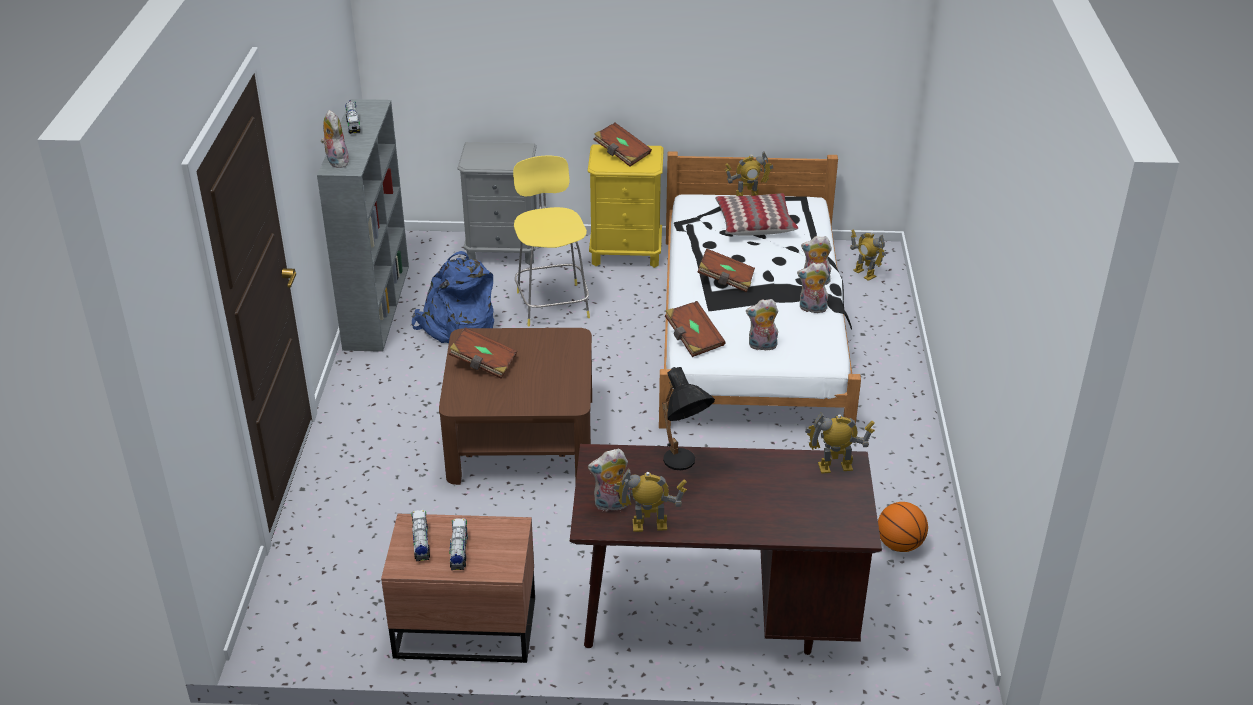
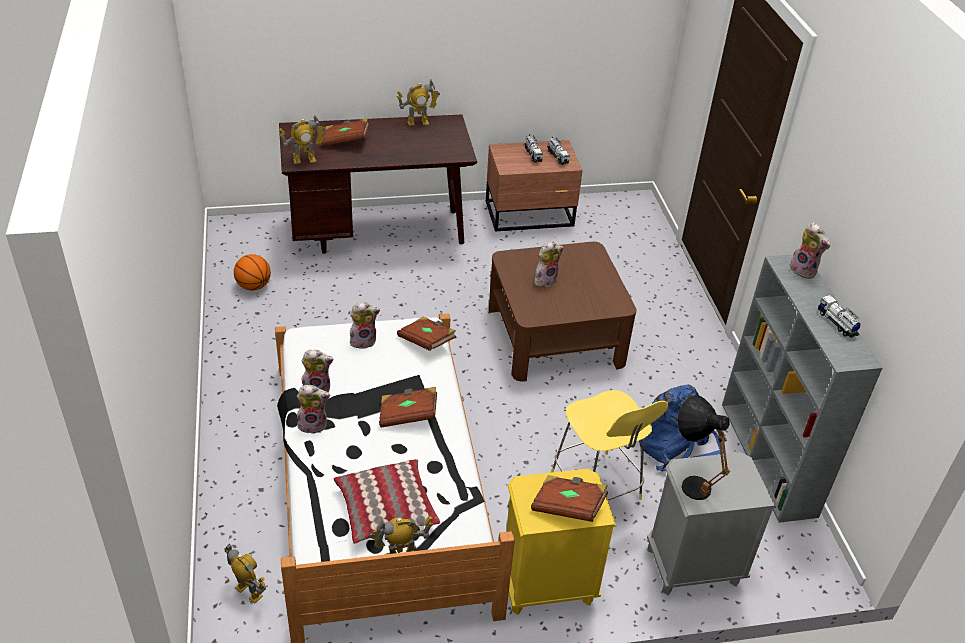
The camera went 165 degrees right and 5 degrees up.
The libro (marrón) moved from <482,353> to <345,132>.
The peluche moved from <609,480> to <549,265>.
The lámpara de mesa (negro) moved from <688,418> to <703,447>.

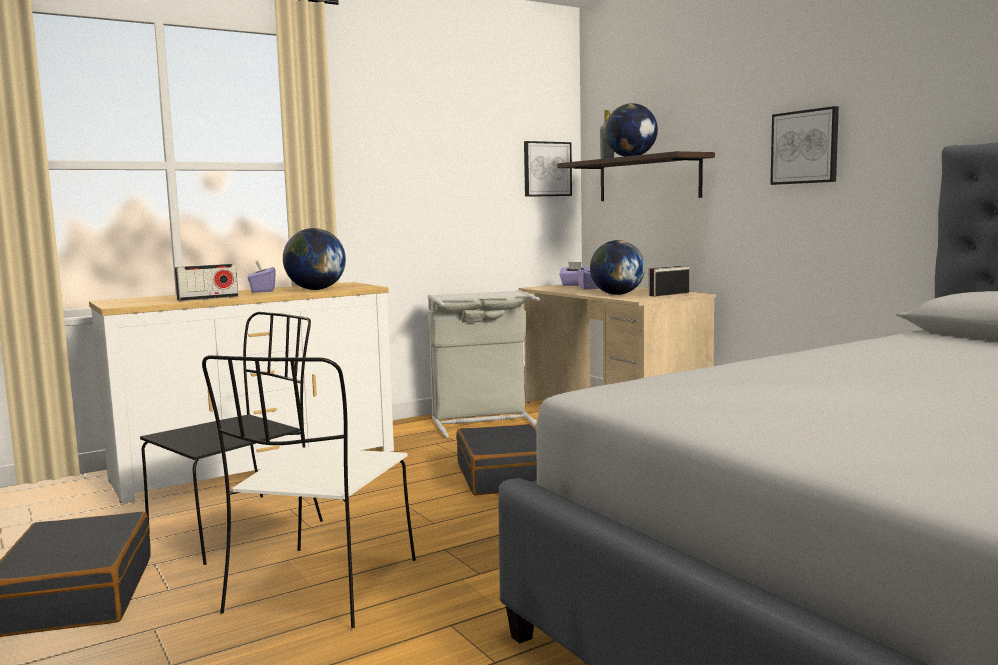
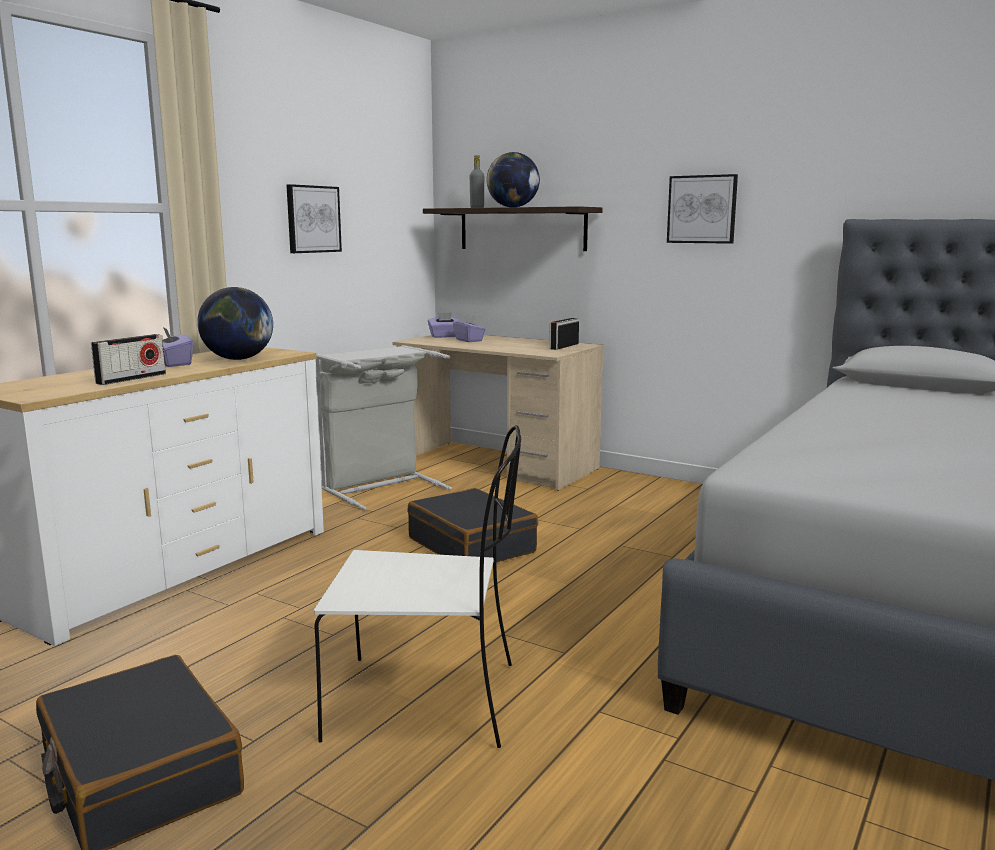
The camera went 25 degrees left and 5 degrees up.
The silla (negro) at <231,438> disappeared.
The globo terráqueo at <617,267> disappeared.
The cuadro moved from <548,169> to <314,218>.
The silla (blanco) at <309,491> turned 75 degrees counterclockwise.

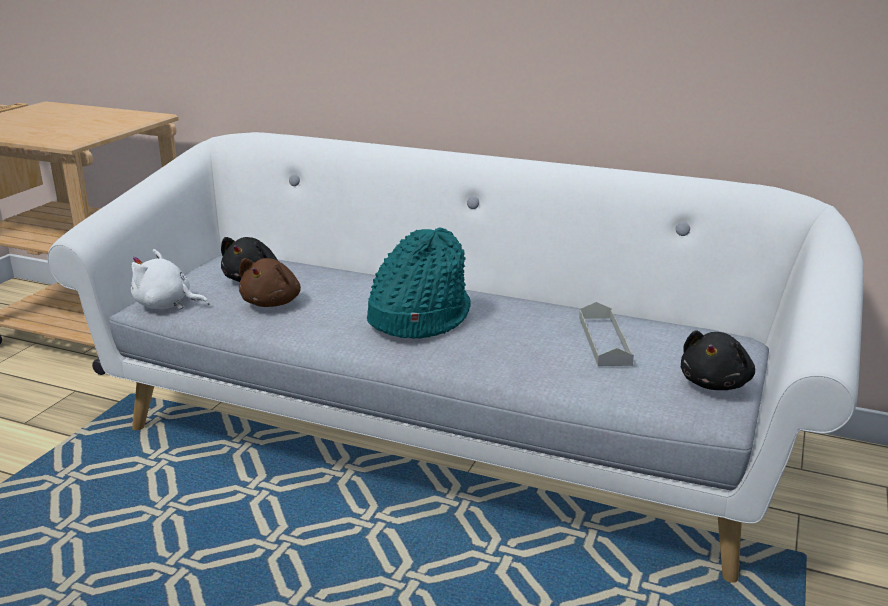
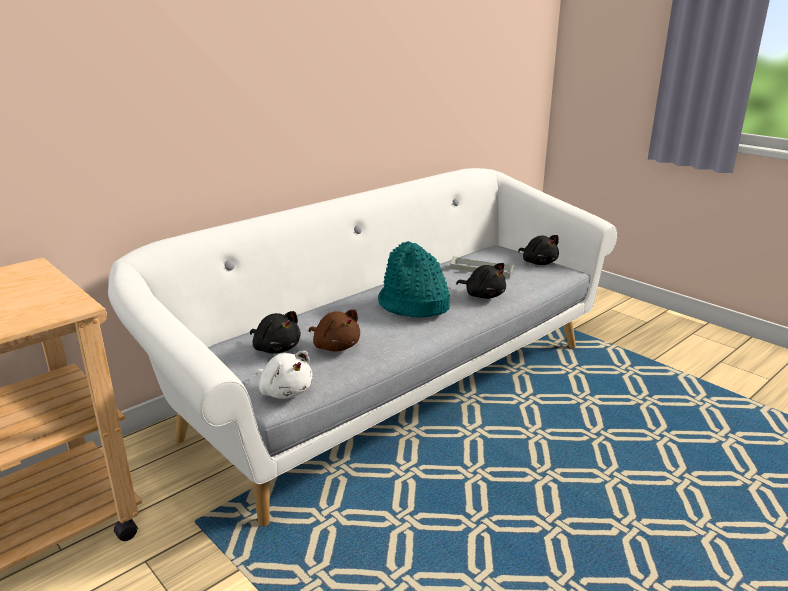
The camera went 65 degrees left and 0 degrees up.
The peluche (negro) at <481,281> appeared.
The peluche (blanco) at <170,279> turned 90 degrees counterclockwise.

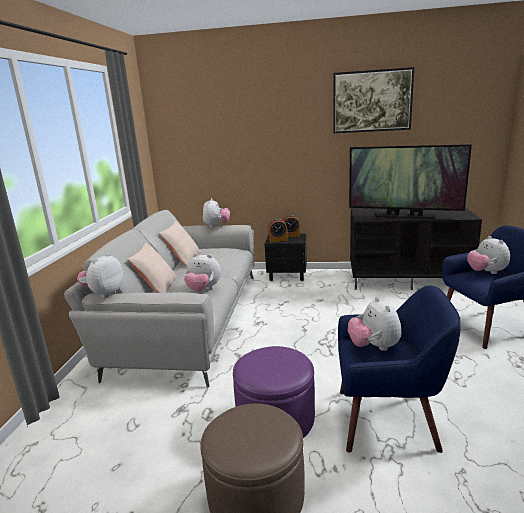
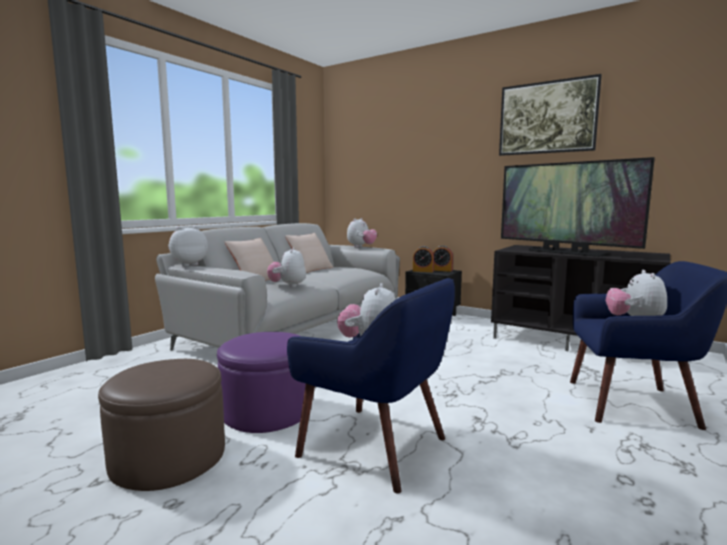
The camera went 25 degrees right and 10 degrees down.
The peluche at <202,273> turned 45 degrees clockwise.

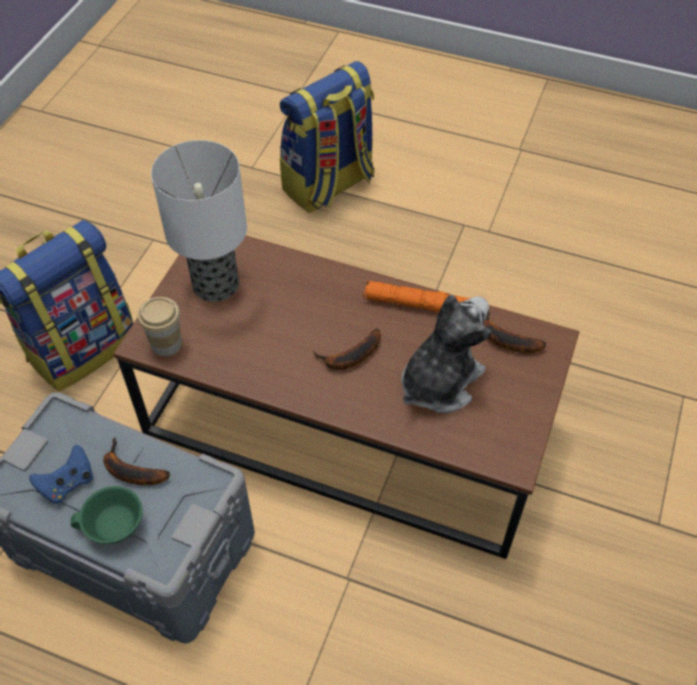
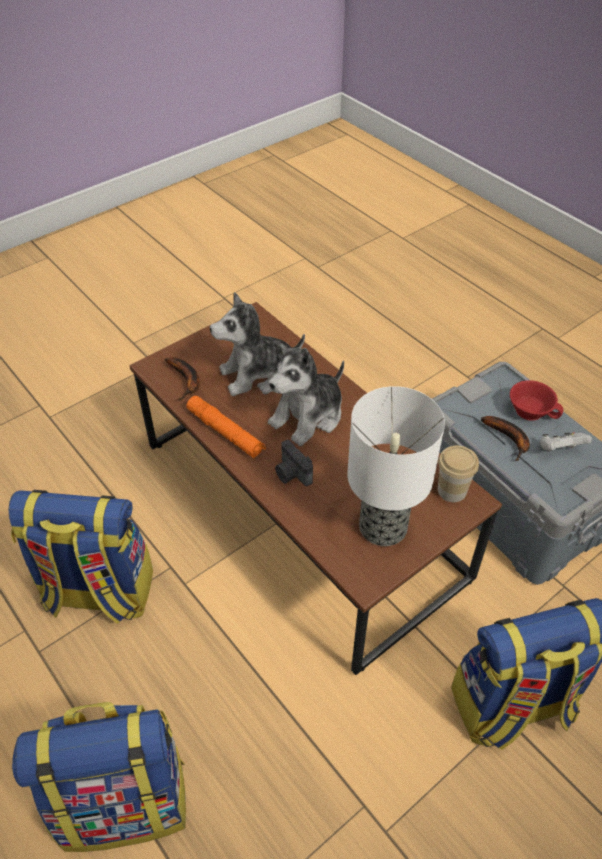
The camera went 150 degrees left and 5 degrees down.
The mochila at <80,557> appeared.
The cámara at <294,463> appeared.
The plátano at <347,349> was replaced by the peluche at <306,393>.
The mando de consola (azul) at <61,474> became the mando de consola (blanco) at <565,442>.
The taza (verde) at <107,515> became the taza (rojo) at <536,400>.

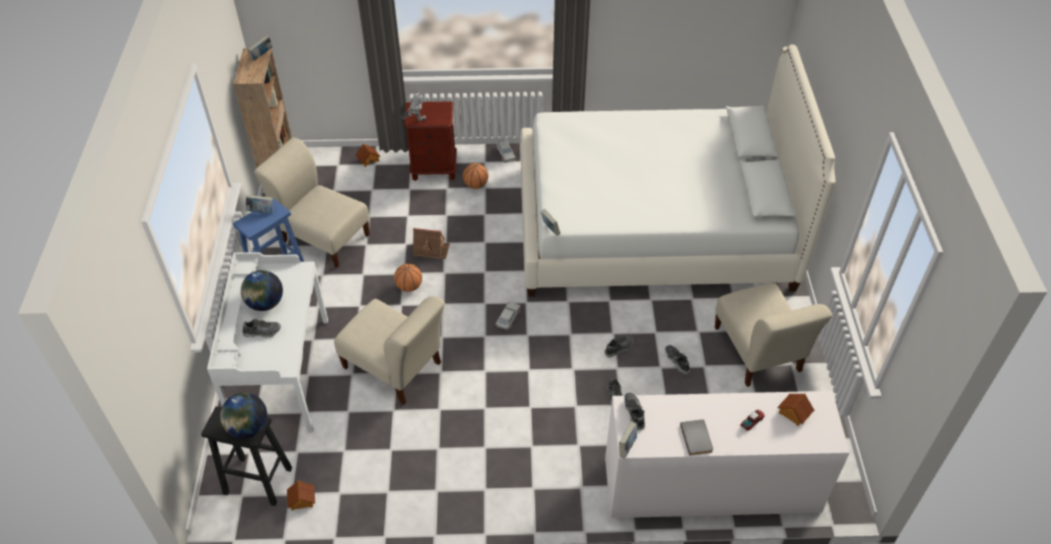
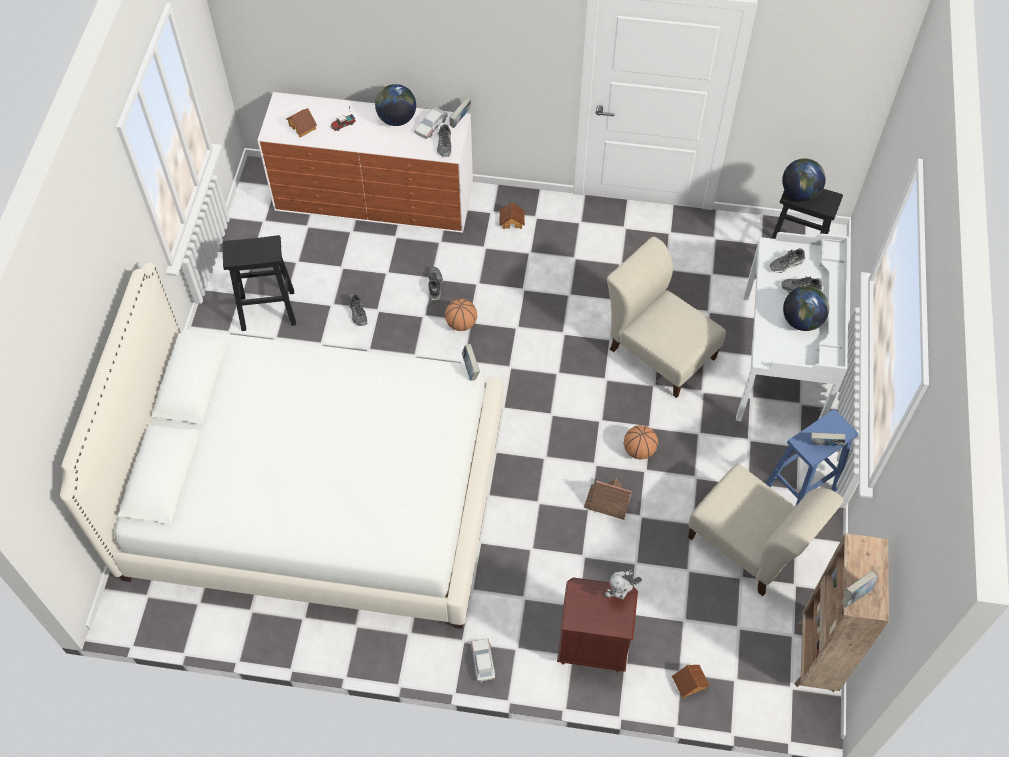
The camera went 170 degrees left and 10 degrees up.
The casita moved from <301,495> to <512,215>.
The balón de baloncesto moved from <475,176> to <461,315>.
The coche de juguete moved from <508,316> to <431,123>.
The zapato moved from <619,346> to <787,260>.
The libro (gris) at <696,438> was replaced by the globo terráqueo at <395,105>.
The silla (beis) at <773,335> was replaced by the taburete (negro) at <259,283>.

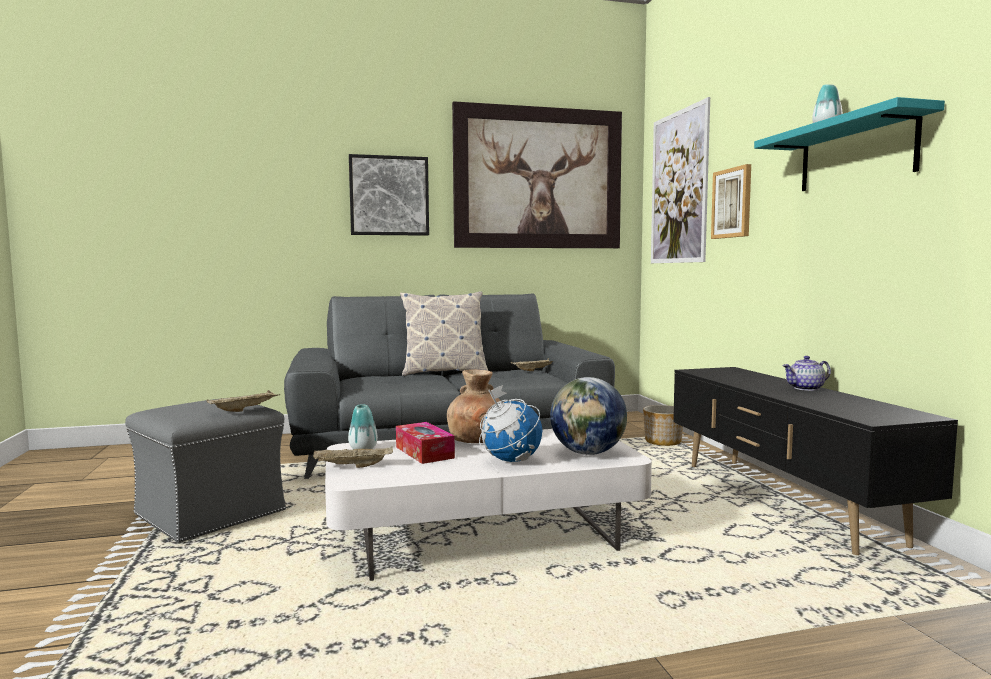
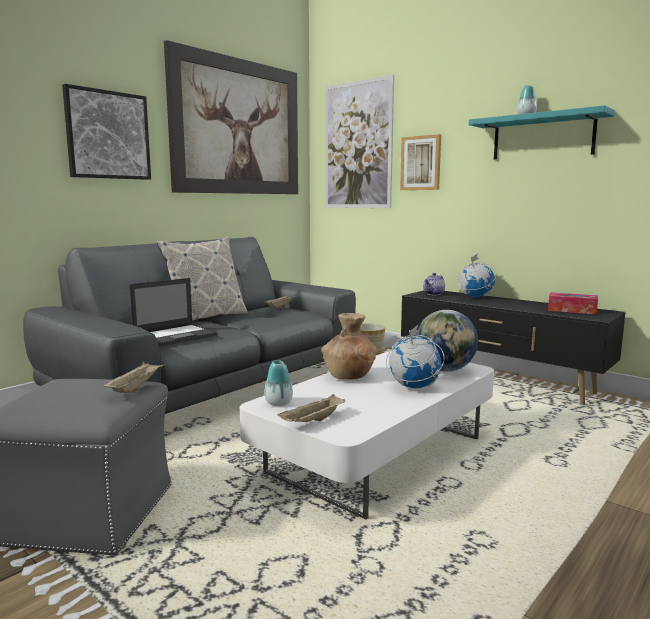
The camera went 35 degrees left and 5 degrees up.
The portátil at <173,312> appeared.
The globo terráqueo at <476,275> appeared.
The caja de pañuelos moved from <425,443> to <573,303>.
The tetera moved from <806,373> to <434,284>.

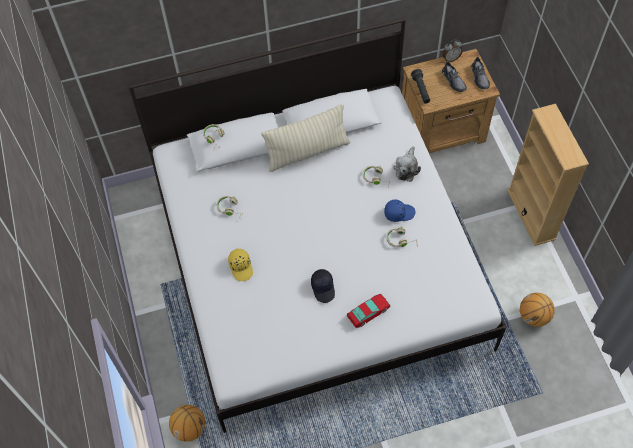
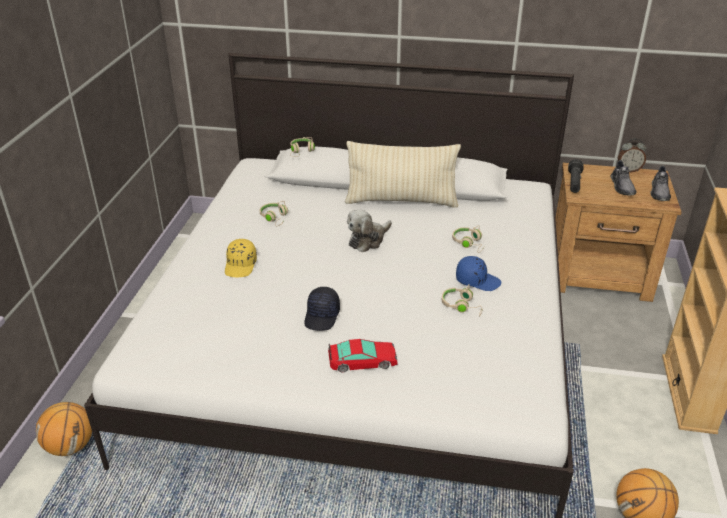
The camera went 25 degrees right and 25 degrees down.
The peluche moved from <407,164> to <369,231>.

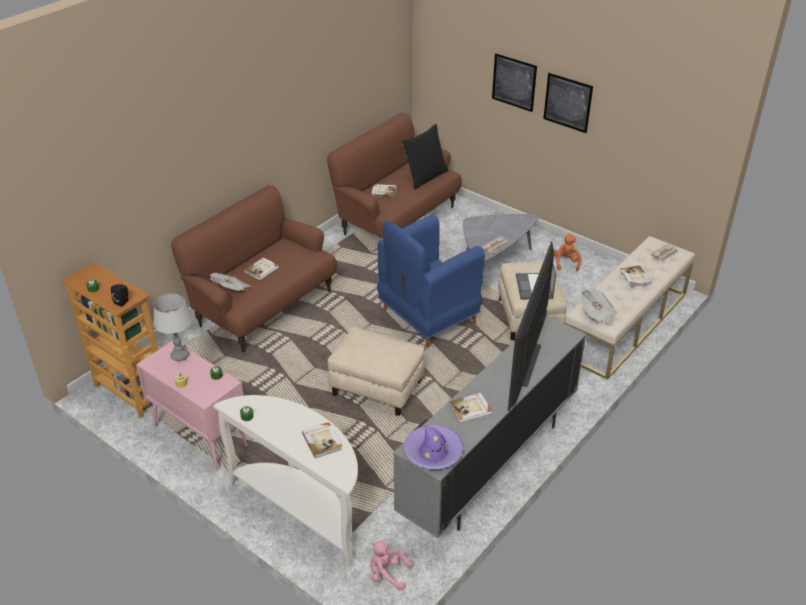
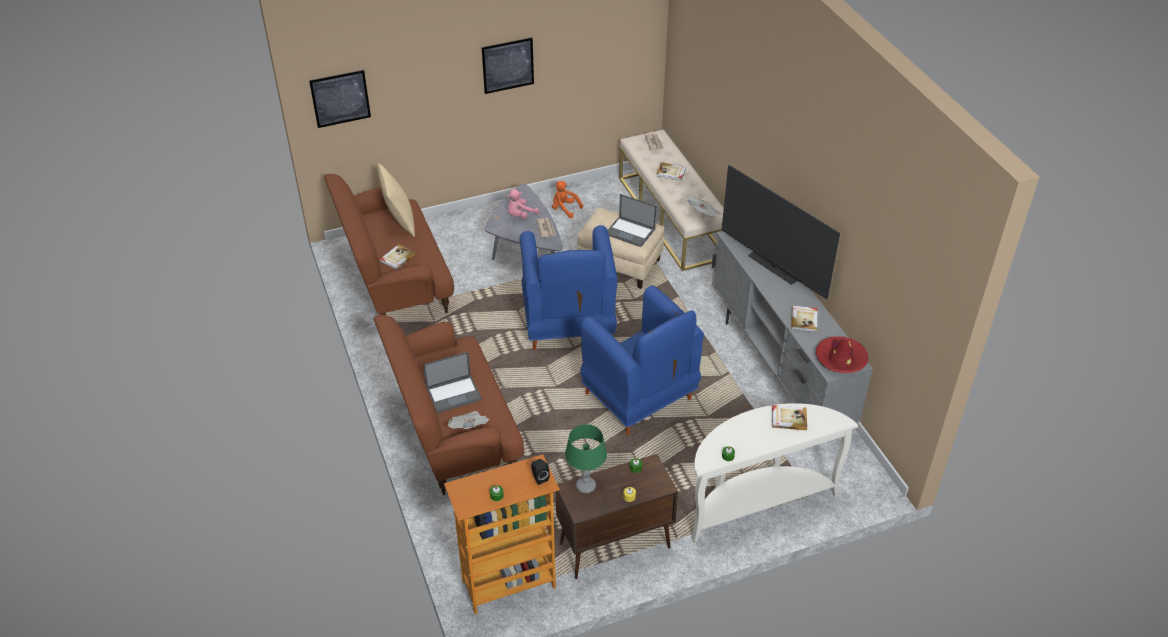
The camera went 60 degrees left and 5 degrees up.
The peluche (rosa) moved from <391,565> to <523,204>.
The cuadro moved from <514,82> to <340,99>.
The libro at <261,268> was replaced by the portátil at <452,382>.
The puf (beis) at <376,371> was replaced by the sillón (azul) at <642,360>.
The armario (rosa) at <192,405> became the armario (marrón) at <617,516>.
The lámpara de mesa (gris) at <172,327> became the lámpara de mesa (verde) at <586,458>.
The cojín (negro) at <425,157> became the cojín (beis) at <396,200>.
The sombrero (morado) at <434,447> became the sombrero (rojo) at <842,354>.

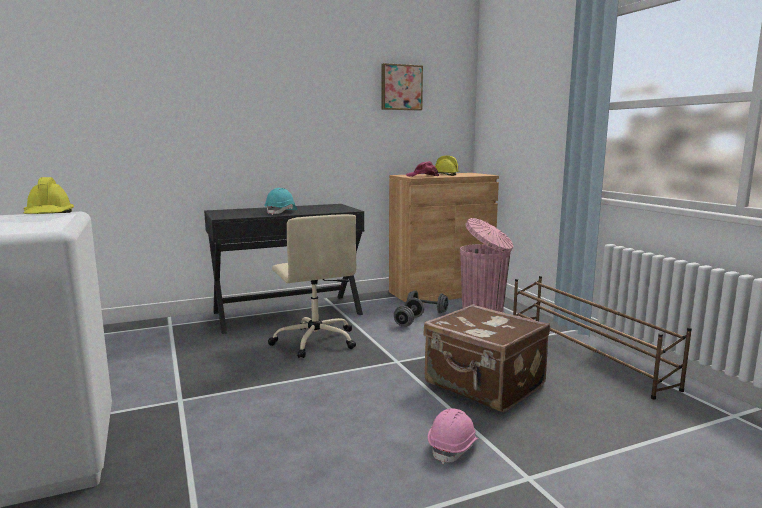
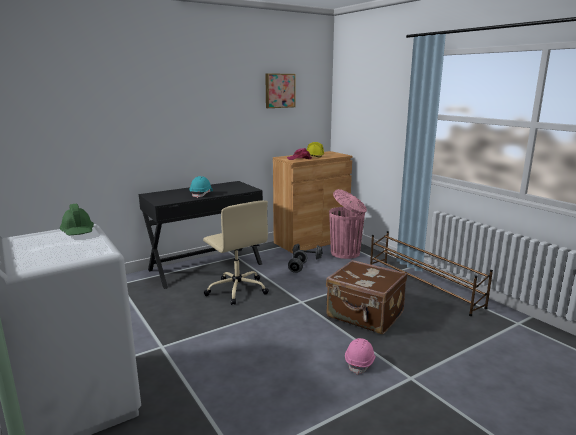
The camera went 10 degrees left and 5 degrees up.
The casco (amarillo) at <49,195> became the casco (verde) at <77,219>.

